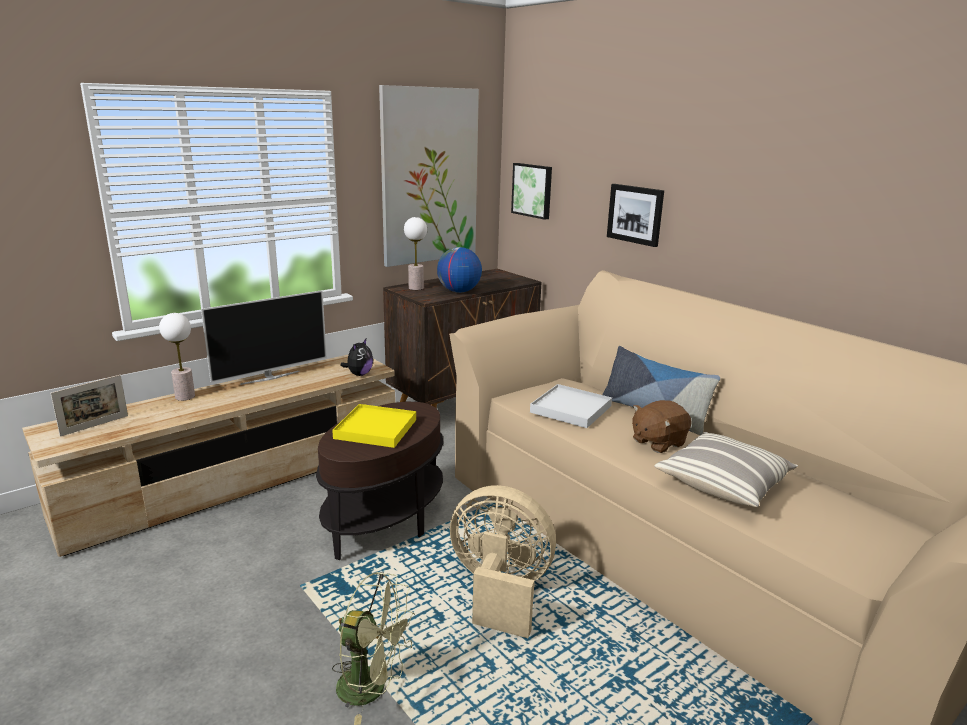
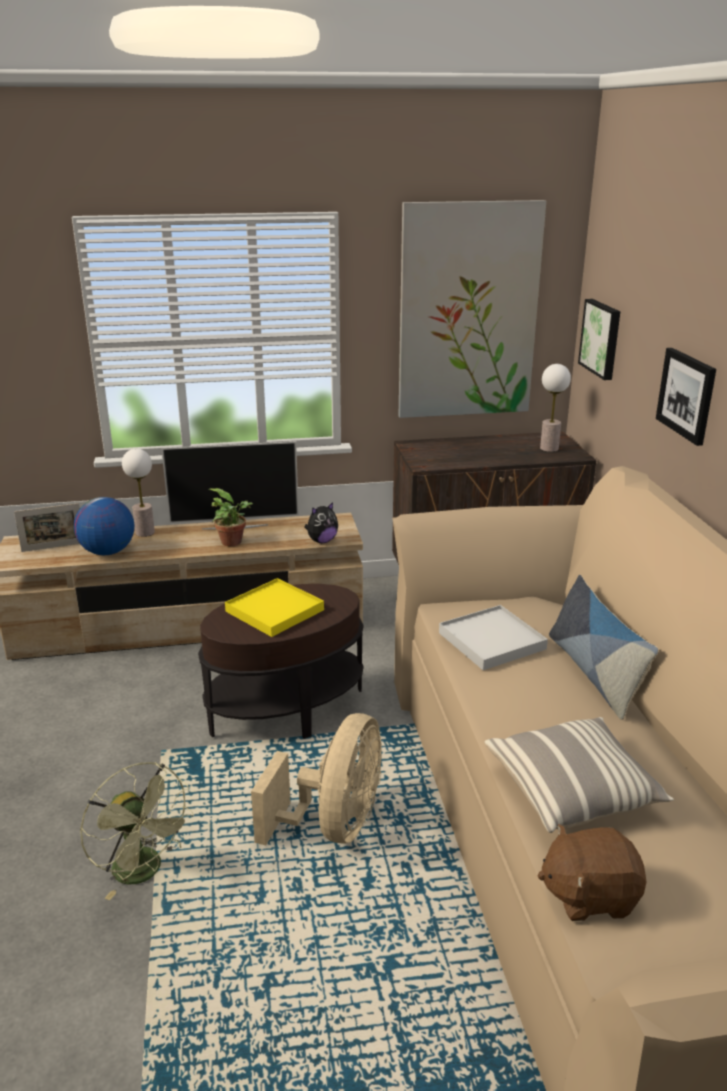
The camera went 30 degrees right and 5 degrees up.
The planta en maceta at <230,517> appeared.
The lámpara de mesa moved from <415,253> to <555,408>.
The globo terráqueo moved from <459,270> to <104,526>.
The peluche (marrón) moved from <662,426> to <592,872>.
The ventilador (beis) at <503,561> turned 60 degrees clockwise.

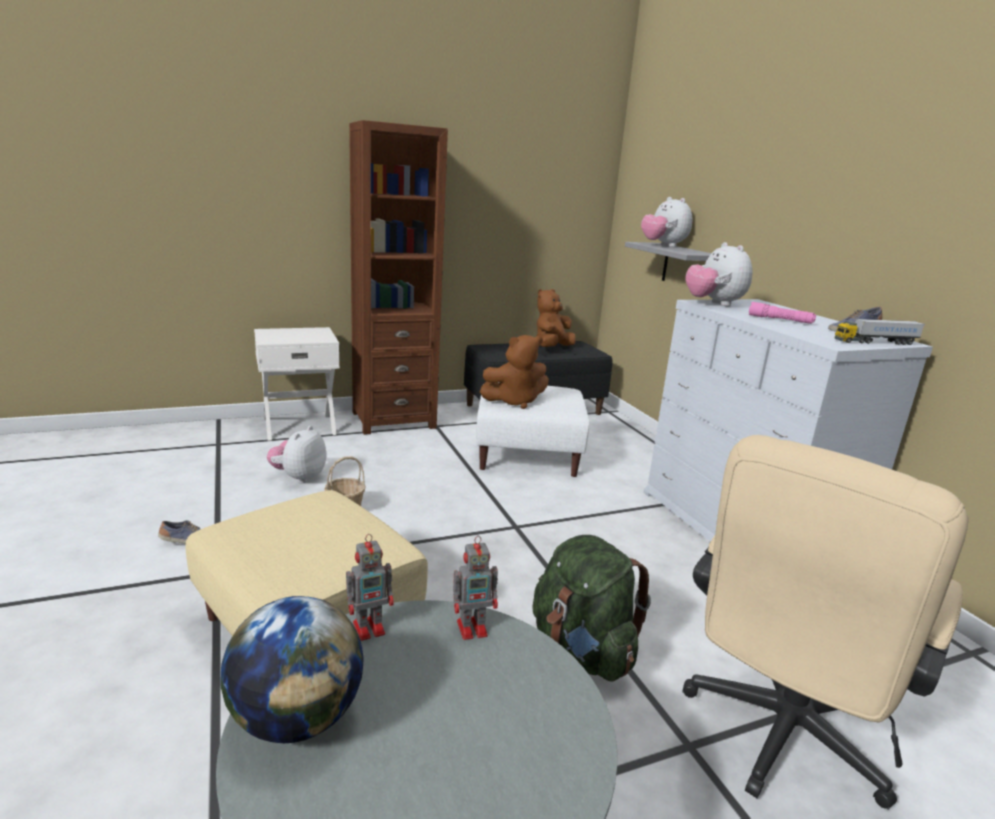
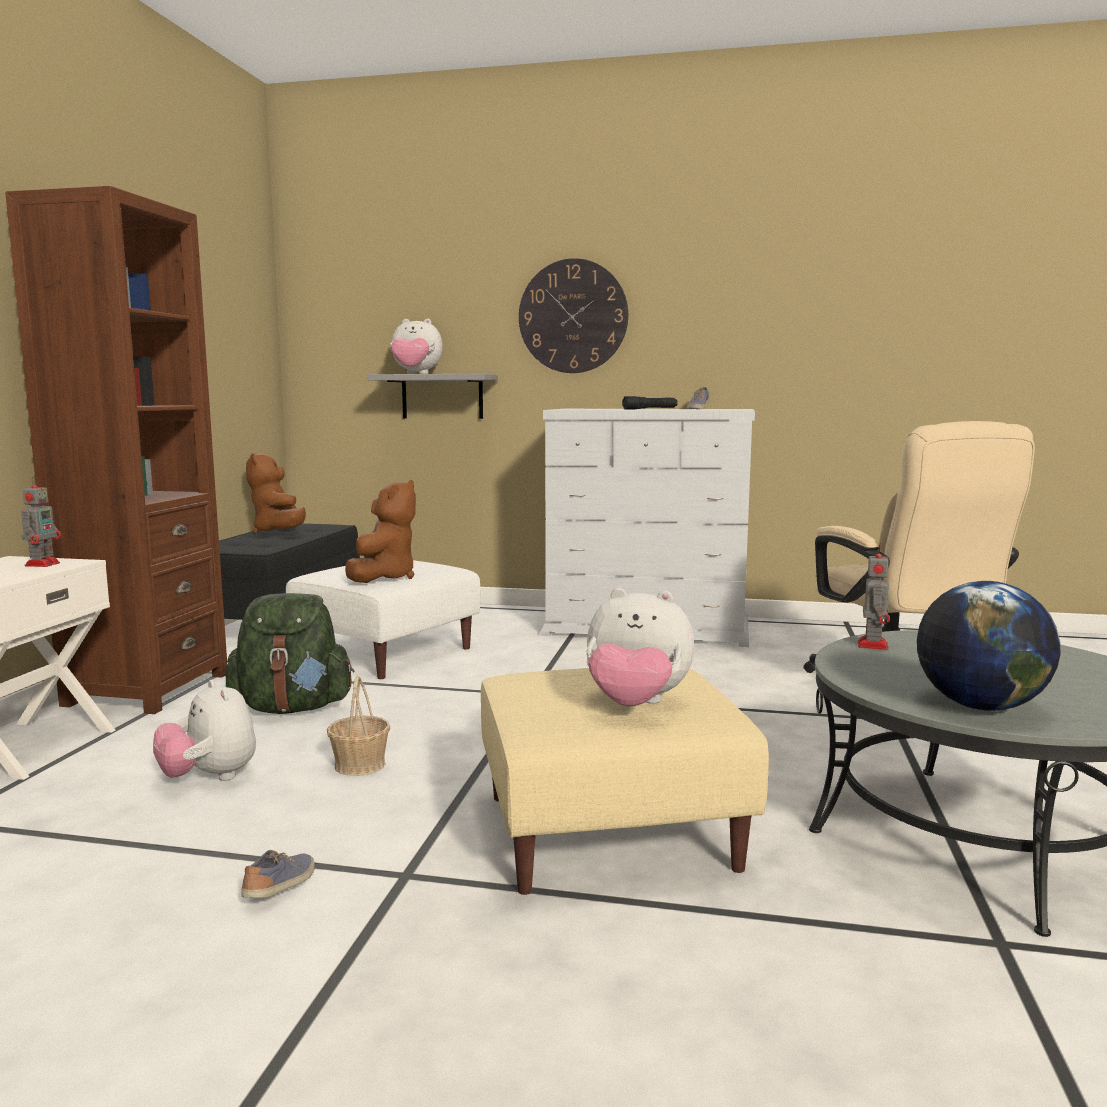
The camera went 55 degrees left and 10 degrees down.
The camión de juguete at <879,332> disappeared.
The reloj de pared at <573,315> appeared.
The robot de juguete moved from <370,587> to <41,522>.
The mochila (verde) moved from <591,608> to <290,653>.
The peluche moved from <719,274> to <640,647>.
The linterna (rosa) at <782,313> became the linterna (negro) at <650,402>.

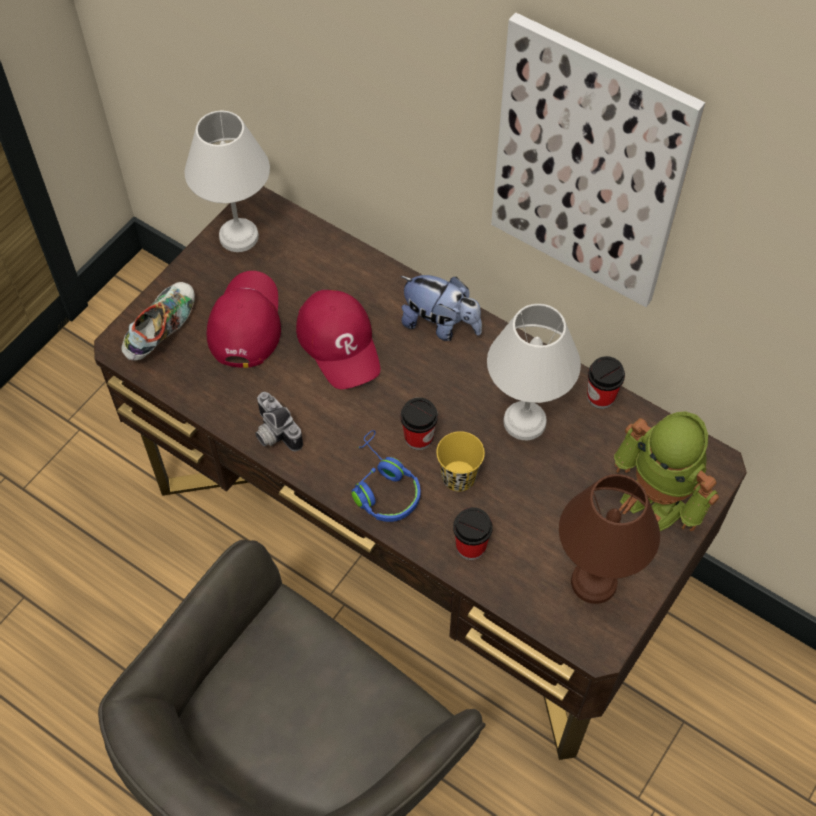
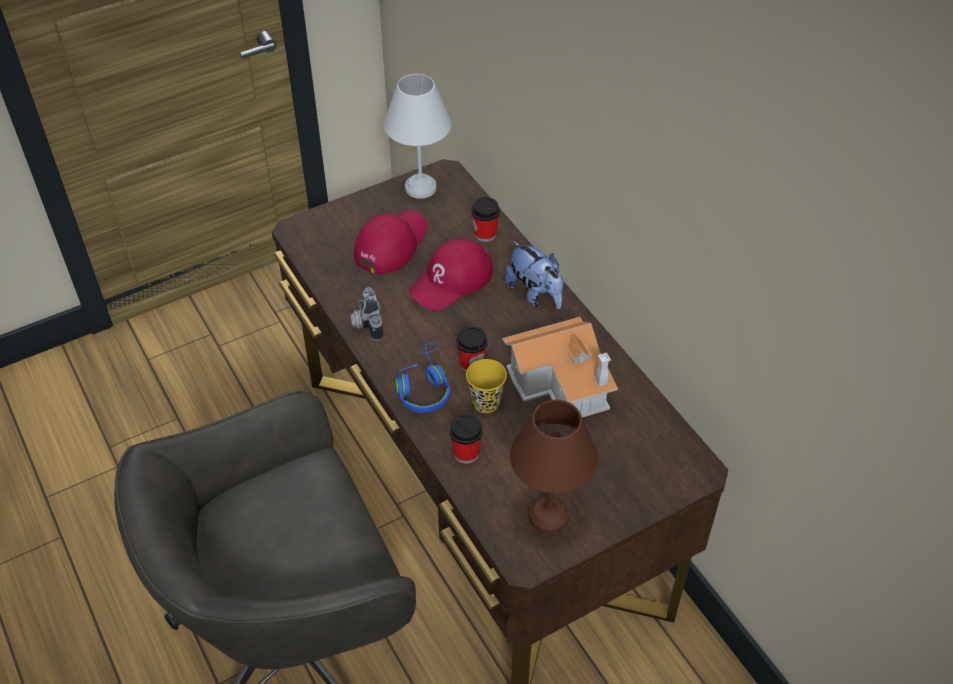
The camera went 25 degrees right and 10 degrees down.
The zapato at <158,321> disappeared.
The cuadro at <598,159> disappeared.
The robot de juguete at <666,471> disappeared.
The taza moved from <606,382> to <486,219>.
The lámpara de mesa (blanco) at <534,372> was replaced by the casita at <560,367>.
The gorra (rojo) at <338,339> turned 45 degrees clockwise.

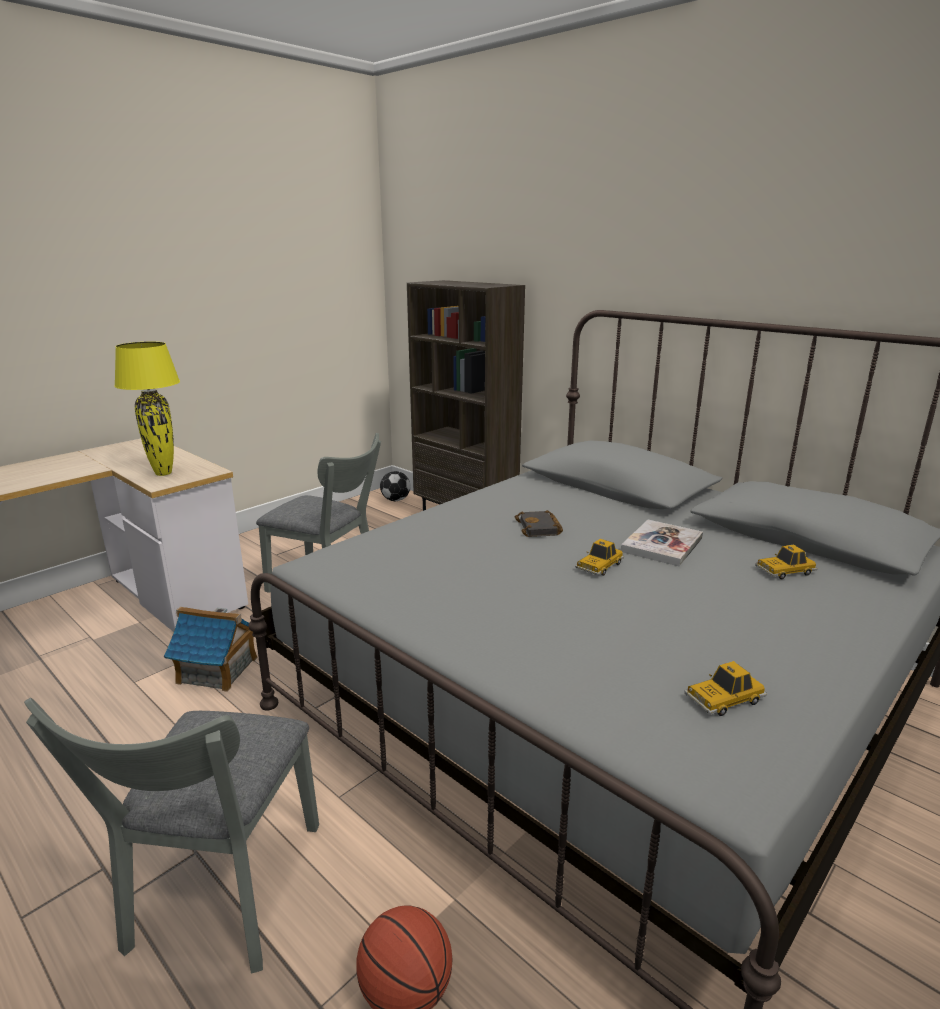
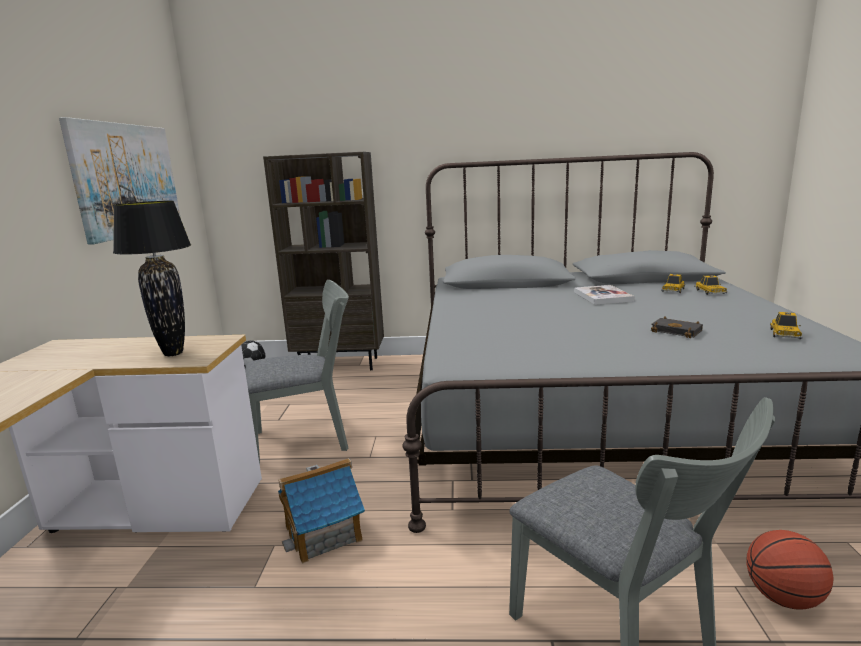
The camera went 40 degrees left and 5 degrees down.
The cuadro at <119,181> appeared.
The libro (negro) moved from <539,523> to <677,327>.
The coche de juguete moved from <599,557> to <711,285>.
The lámpara de mesa (amarillo) at <147,409> became the lámpara de mesa (negro) at <152,278>.

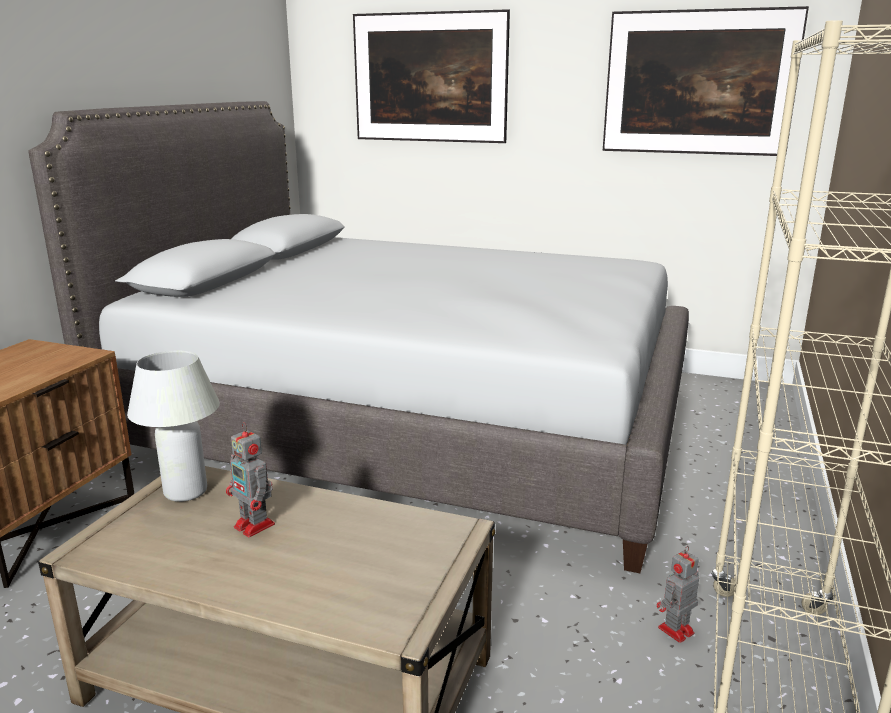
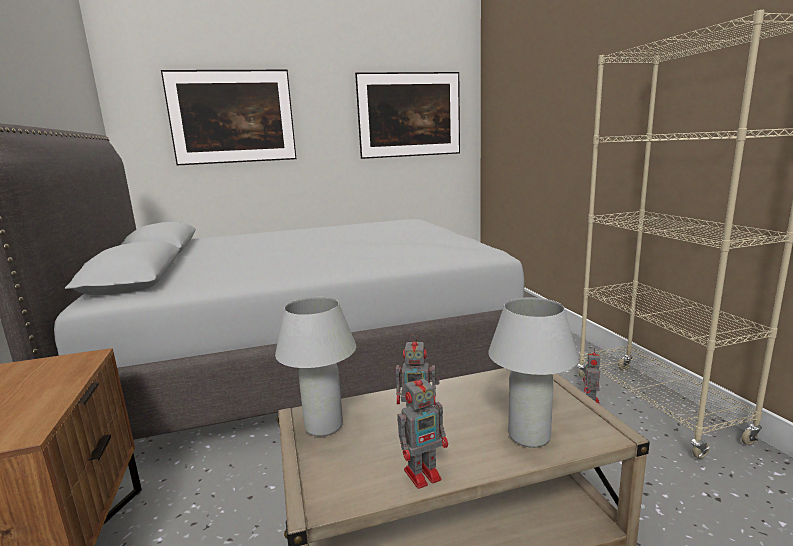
The camera went 35 degrees left and 5 degrees down.
The robot de juguete at <422,430> appeared.
The lámpara de mesa (blanco) at <533,372> appeared.

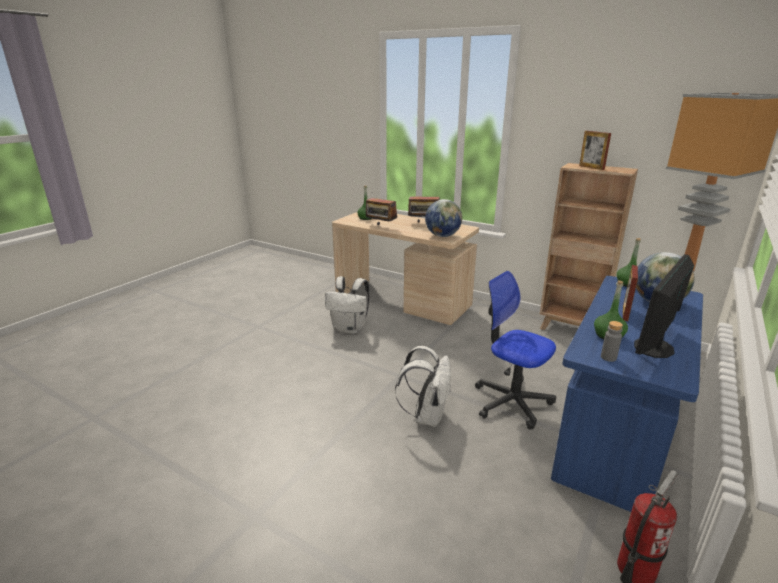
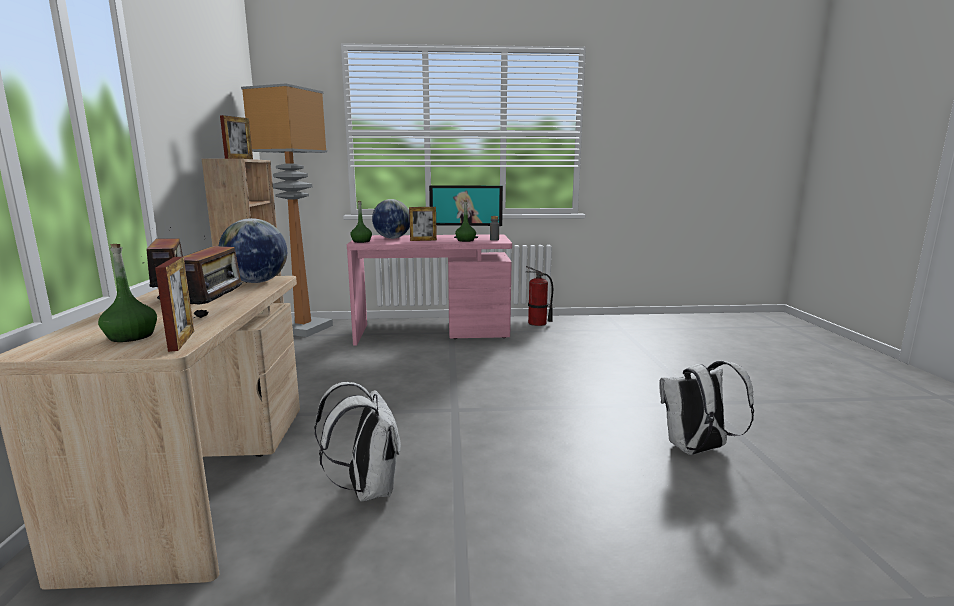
The camera went 125 degrees left and 10 degrees down.
The silla de oficina at <515,350> disappeared.
The portarretratos at <174,304> appeared.
The mochila (blanco) moved from <423,386> to <707,408>.
The escritorio (azul) at <627,394> became the escritorio (rosa) at <429,290>.

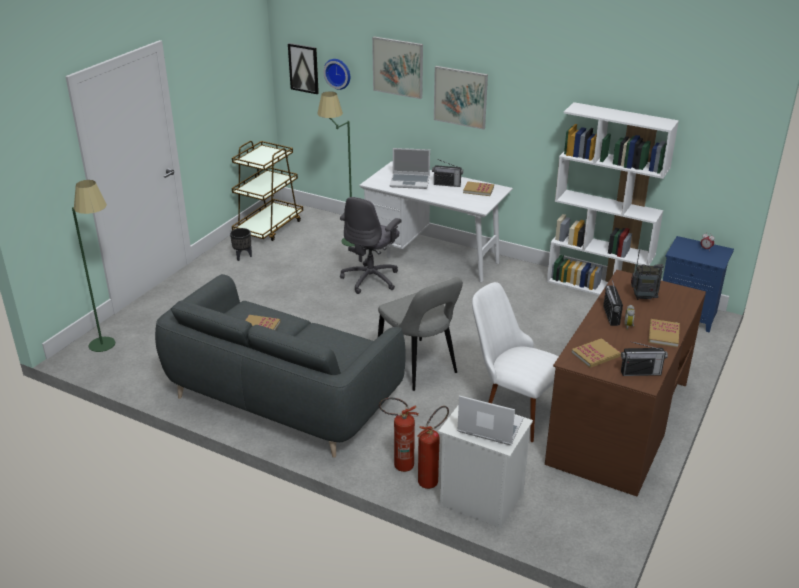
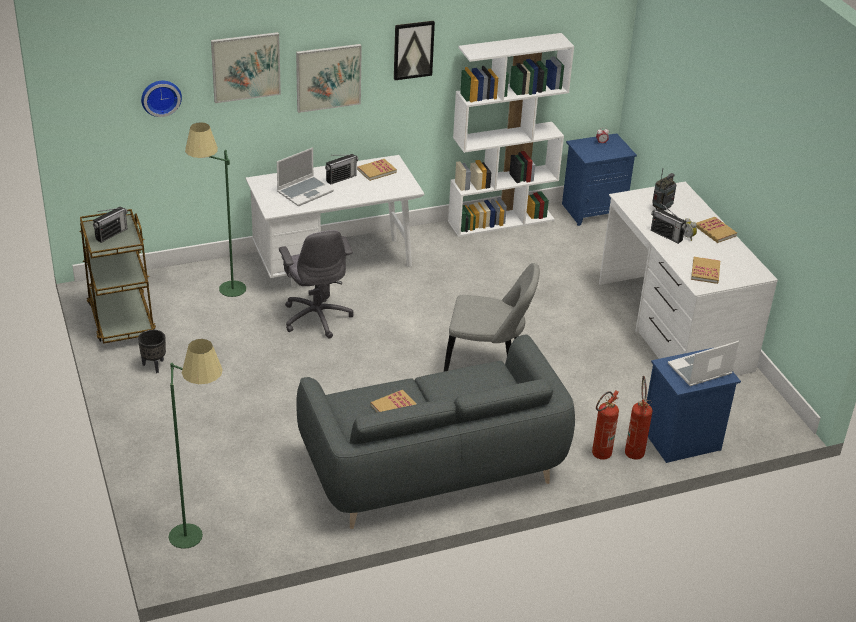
The camera went 50 degrees left and 5 degrees up.
The silla (blanco) at <515,362> disappeared.
The cuadro moved from <303,68> to <414,50>.
The radio moved from <644,358> to <110,225>.
The mesita de noche (blanco) at <485,466> became the mesita de noche (azul) at <694,405>.
The escritorio (marrón) at <625,383> became the escritorio (blanco) at <688,279>.

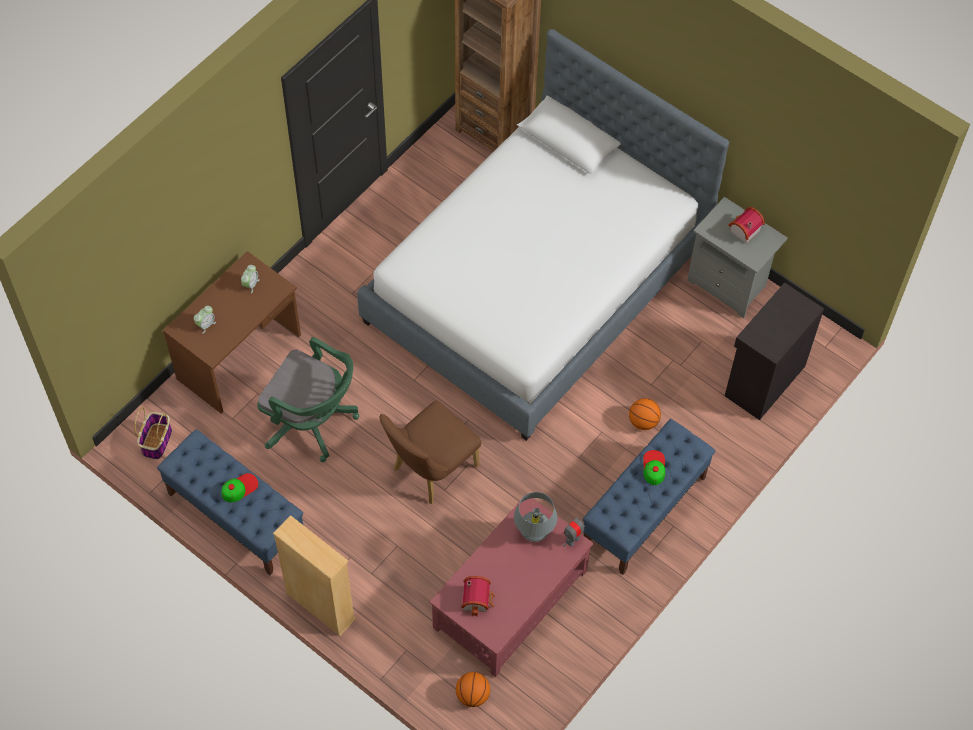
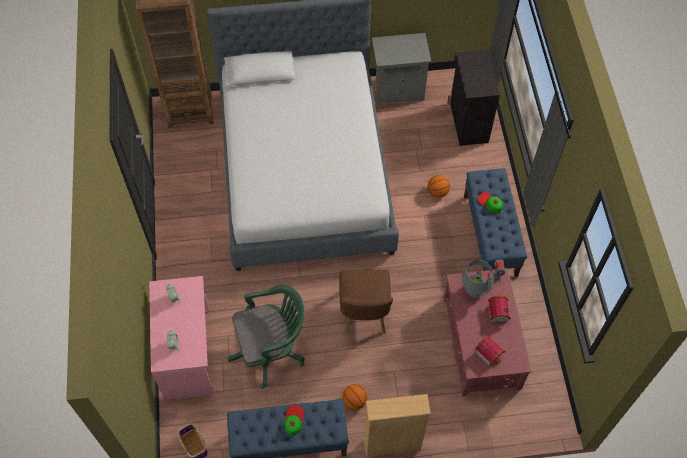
The camera went 45 degrees left and 0 degrees up.
The balón de baloncesto moved from <473,689> to <355,397>.
The casita moved from <746,225> to <497,308>.
The escritorio (marrón) at <232,332> became the escritorio (rosa) at <181,338>.

